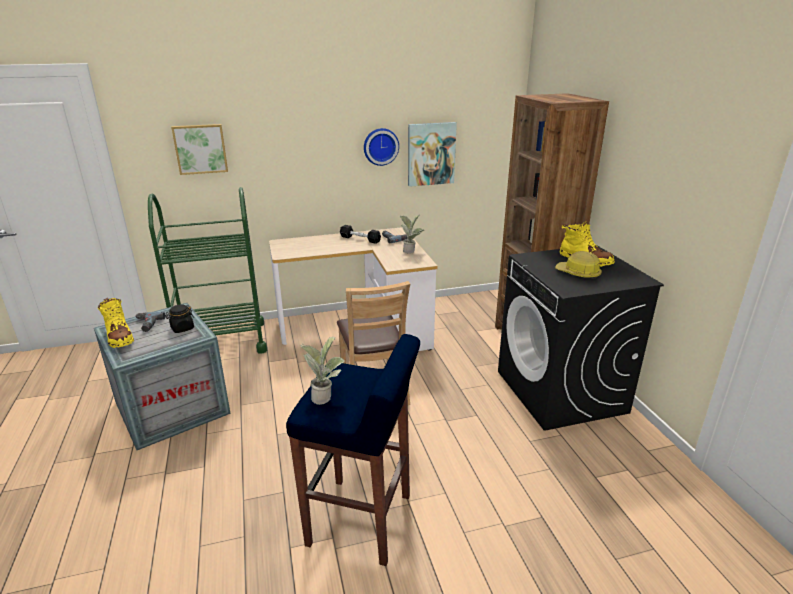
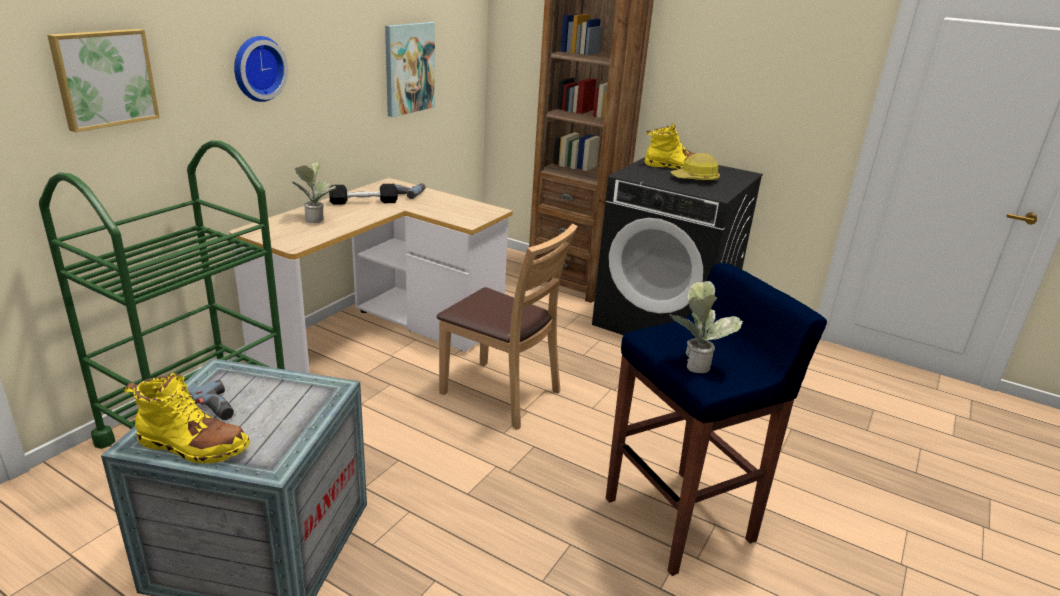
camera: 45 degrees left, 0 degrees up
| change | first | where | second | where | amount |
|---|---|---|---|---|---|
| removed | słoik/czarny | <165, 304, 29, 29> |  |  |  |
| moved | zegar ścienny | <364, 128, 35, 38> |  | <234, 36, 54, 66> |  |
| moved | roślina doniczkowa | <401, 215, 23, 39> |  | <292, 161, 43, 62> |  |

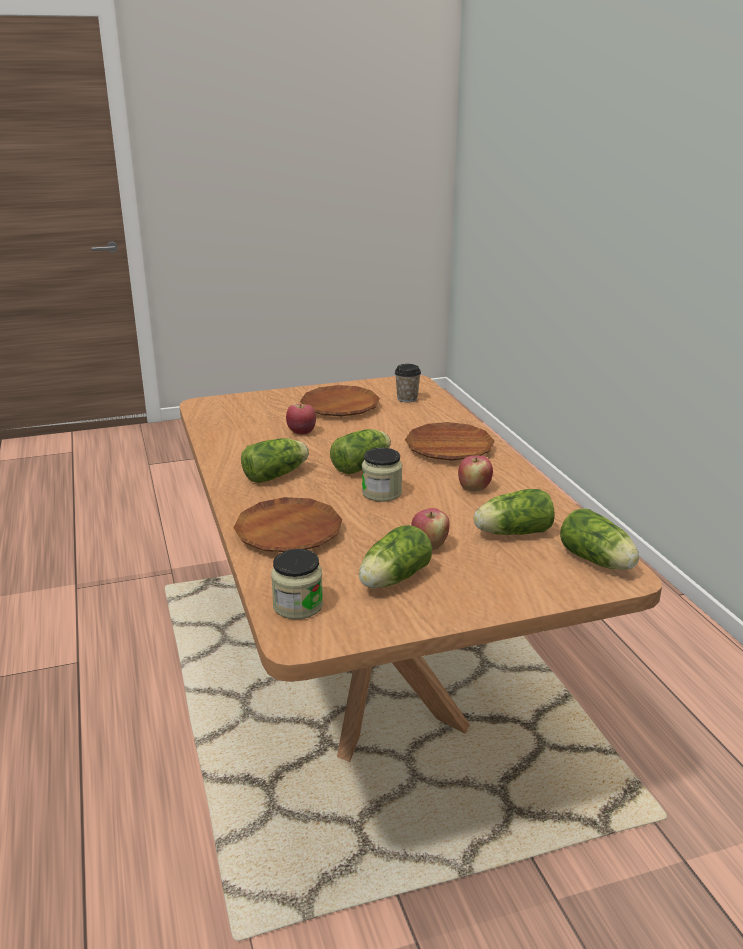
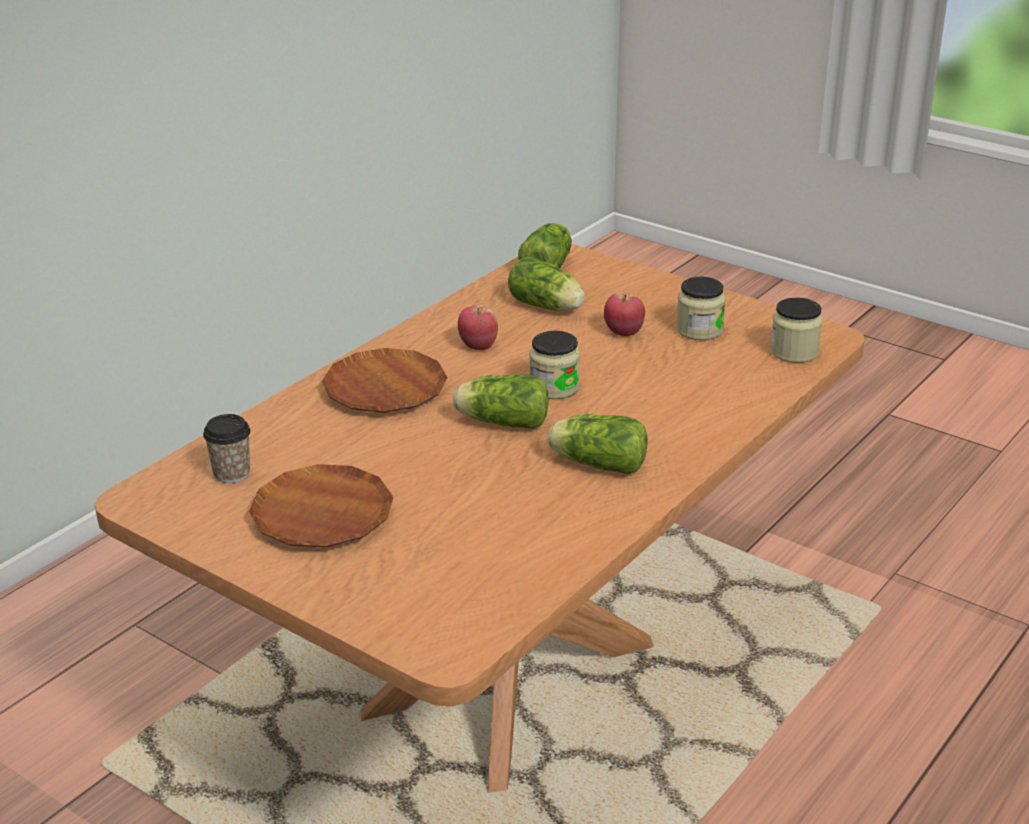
camera: 125 degrees left, 5 degrees up
| change | first | where | second | where | amount |
|---|---|---|---|---|---|
| removed | talerz/brązowy | <233, 497, 110, 55> |  |  |  |
| removed | jabłko | <286, 403, 30, 32> |  |  |  |
| replaced | sałata | <359, 525, 73, 64> | słoik | <676, 277, 50, 63> |  |

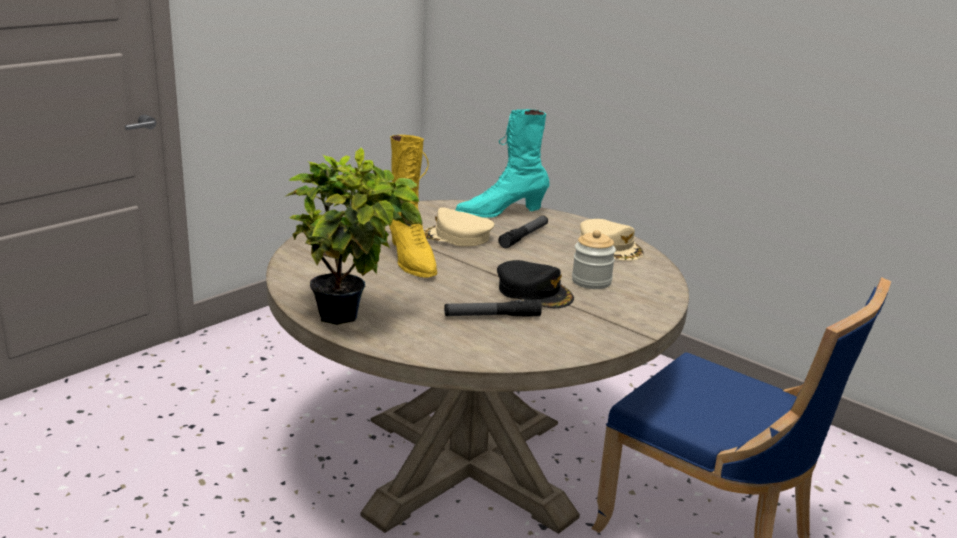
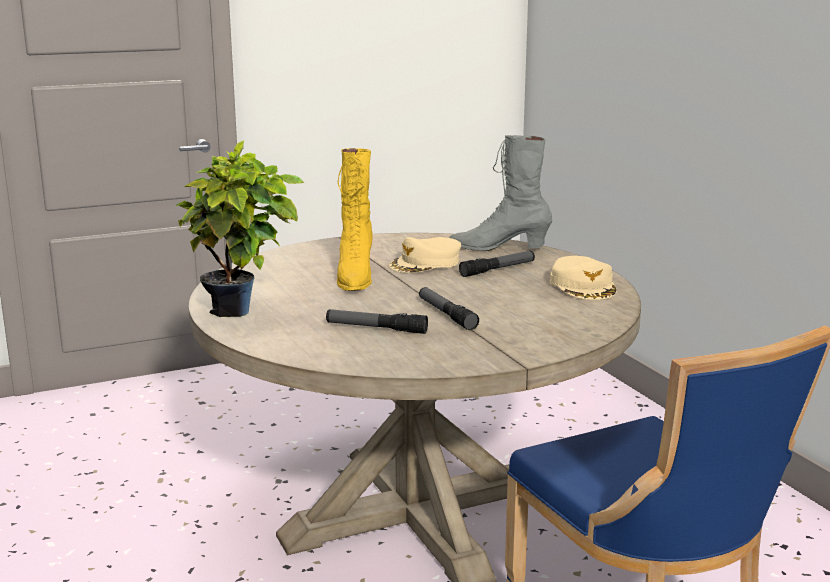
camera: 25 degrees right, 5 degrees down
| change | first | where | second | where | amount |
|---|---|---|---|---|---|
| removed | słoik | <572, 230, 44, 59> |  |  |  |
| replaced | czapka z daszkiem/czarny | <497, 260, 77, 48> | latarka | <419, 287, 60, 43> |  |
| recoloured | but z cholewką/turkusowy | <455, 109, 94, 109> | but z cholewką/szary | <449, 135, 103, 116> |  |
| turned | czapka z daszkiem/beżowy | <424, 207, 71, 40> |  | <389, 237, 72, 36> | 75 degrees counterclockwise |

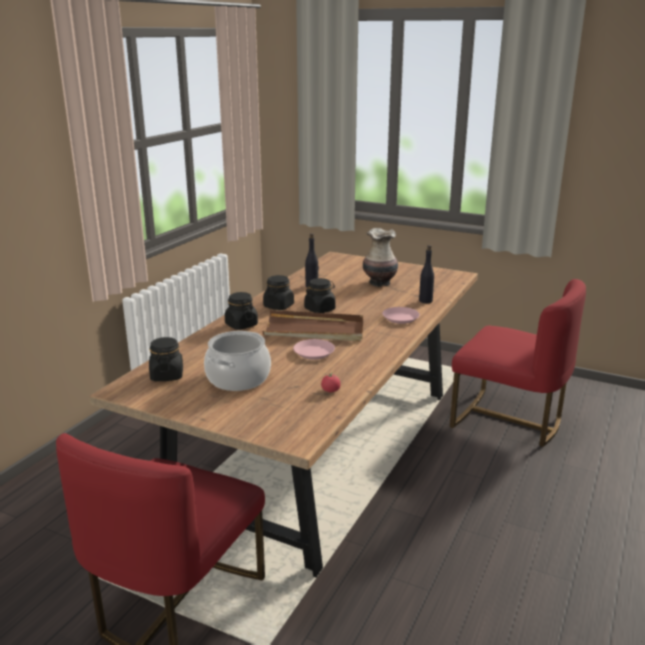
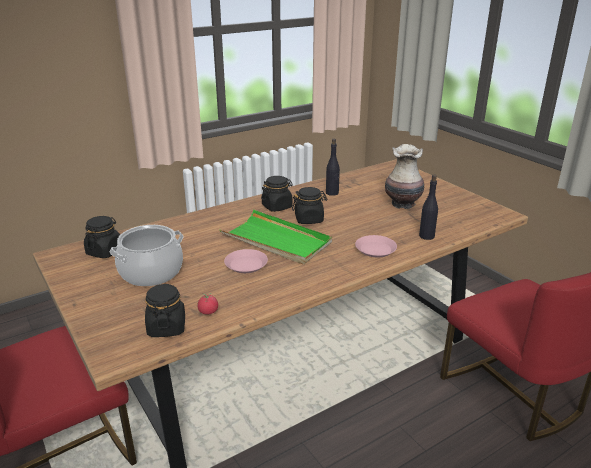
camera: 30 degrees right, 5 degrees up
| change | first | where | second | where | amount |
|---|---|---|---|---|---|
| moved | słoik/czarny | <225, 292, 33, 38> |  | <145, 284, 40, 53> |  |
| recoloured | taca/brązowy | <262, 310, 101, 31> | taca/zielony | <220, 210, 112, 55> |  |

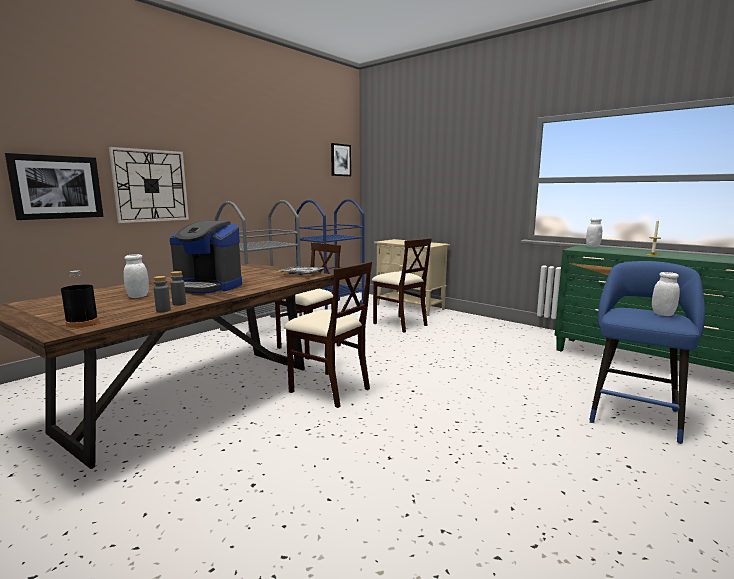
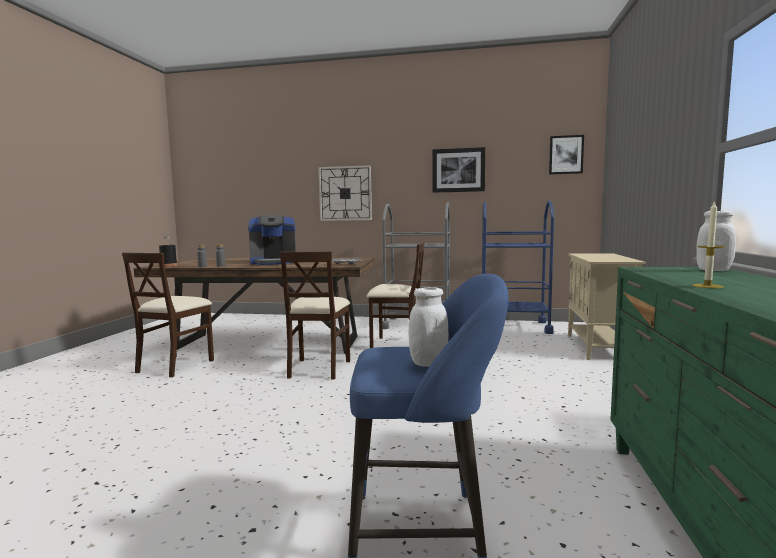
camera: 60 degrees right, 5 degrees down
| change | first | where | second | where | amount |
|---|---|---|---|---|---|
| removed | słoik/biały | <124, 254, 25, 44> |  |  |  |
| moved | obraz | <5, 153, 99, 67> |  | <432, 147, 53, 46> |  |
| moved | krzesło/beżowy | <372, 238, 60, 95> |  | <122, 252, 92, 125> |  |
| turned | ekspres do kawy | <170, 221, 72, 73> |  | <248, 215, 48, 50> | 90 degrees counterclockwise |

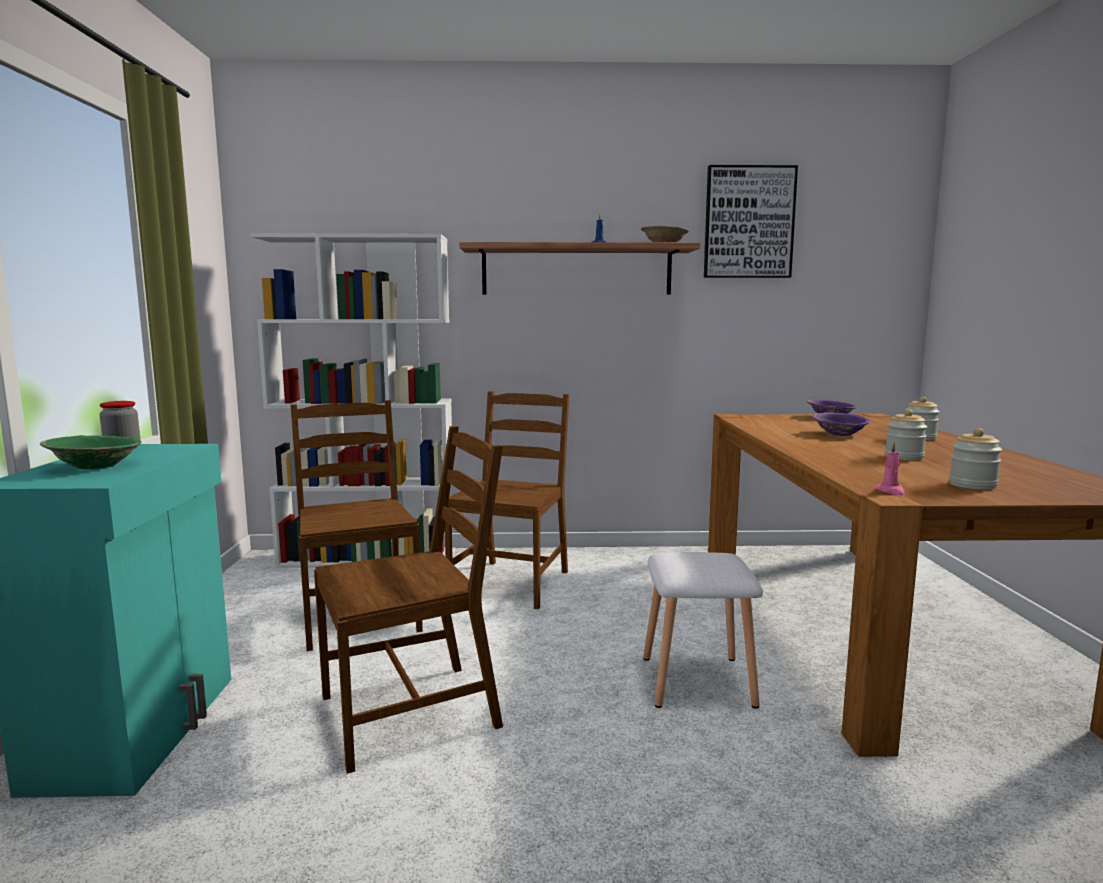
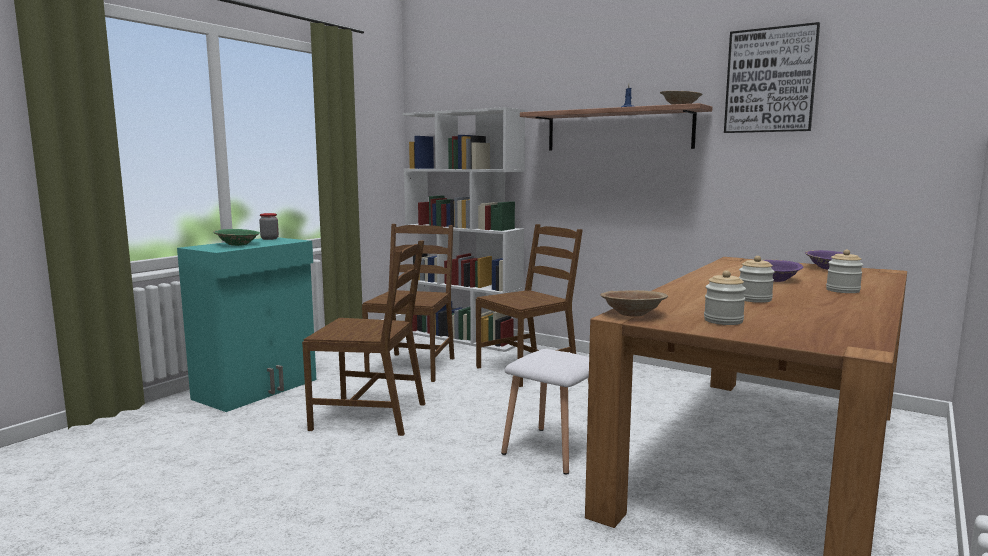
camera: 35 degrees right, 0 degrees up
| change | first | where | second | where | amount |
|---|---|---|---|---|---|
| replaced | świeca/różowy | <874, 442, 31, 53> | miska/brązowy | <600, 290, 68, 27> |  |

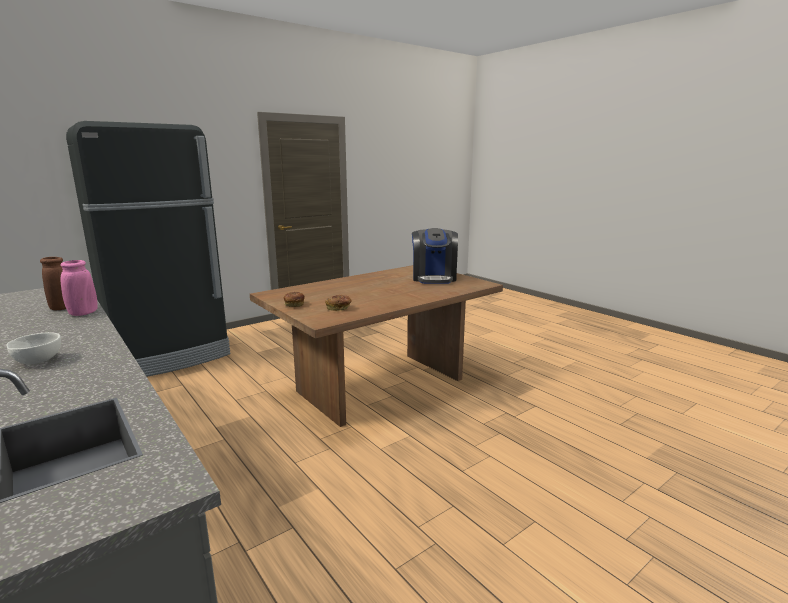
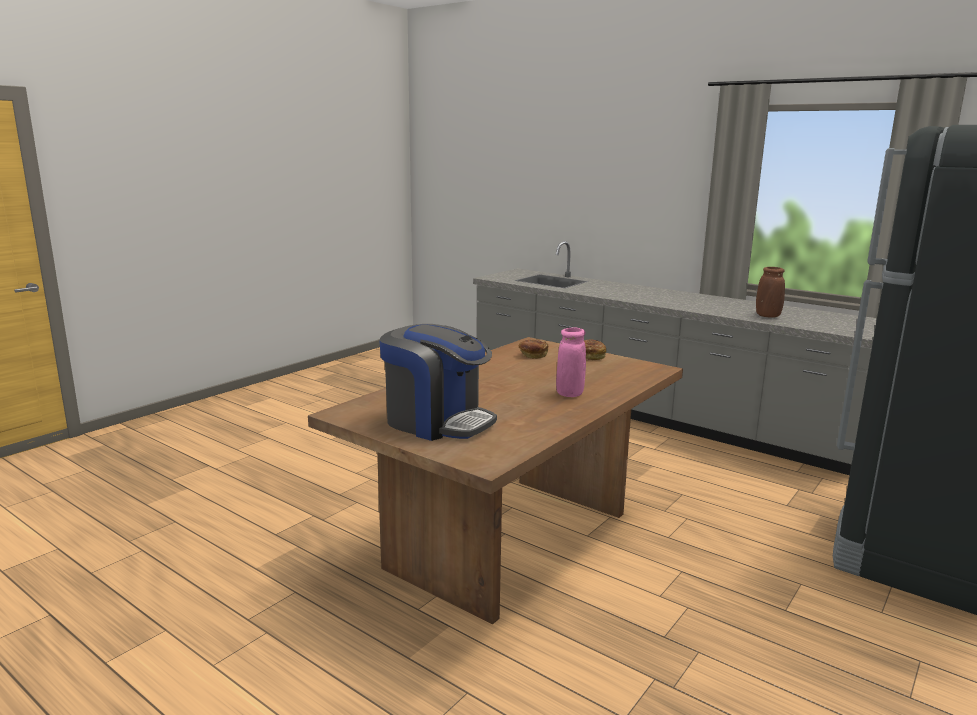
camera: 165 degrees right, 0 degrees up
| change | first | where | second | where | amount |
|---|---|---|---|---|---|
| removed | miska/biały | <7, 332, 54, 32> |  |  |  |
| moved | wazon/różowy | <60, 260, 38, 56> |  | <556, 327, 30, 70> |  |
| turned | ekspres do kawy | <412, 228, 46, 56> |  | <379, 324, 118, 117> | 135 degrees clockwise |

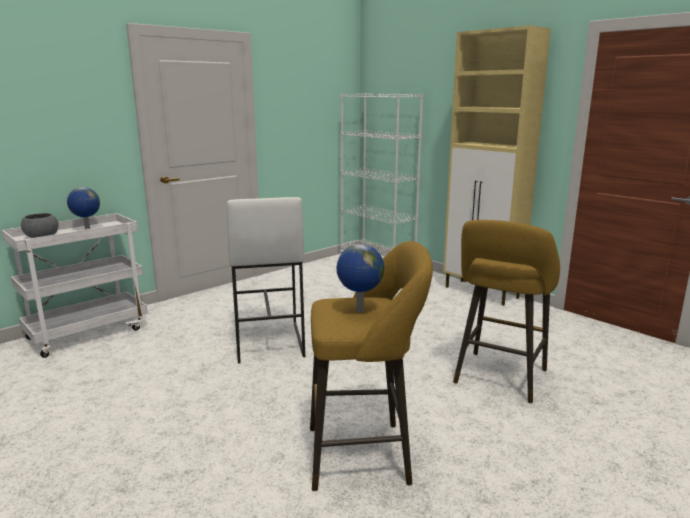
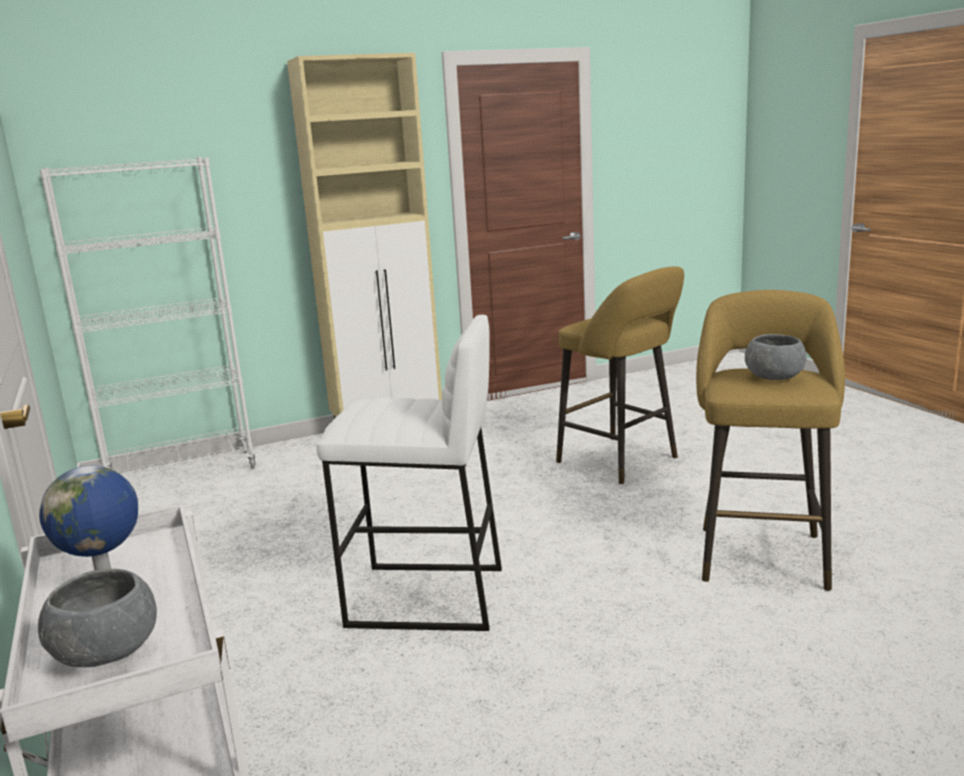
camera: 70 degrees left, 0 degrees up
| change | first | where | second | where | amount |
|---|---|---|---|---|---|
| replaced | globus | <336, 244, 48, 69> | miska/szary | <745, 334, 61, 46> |  |

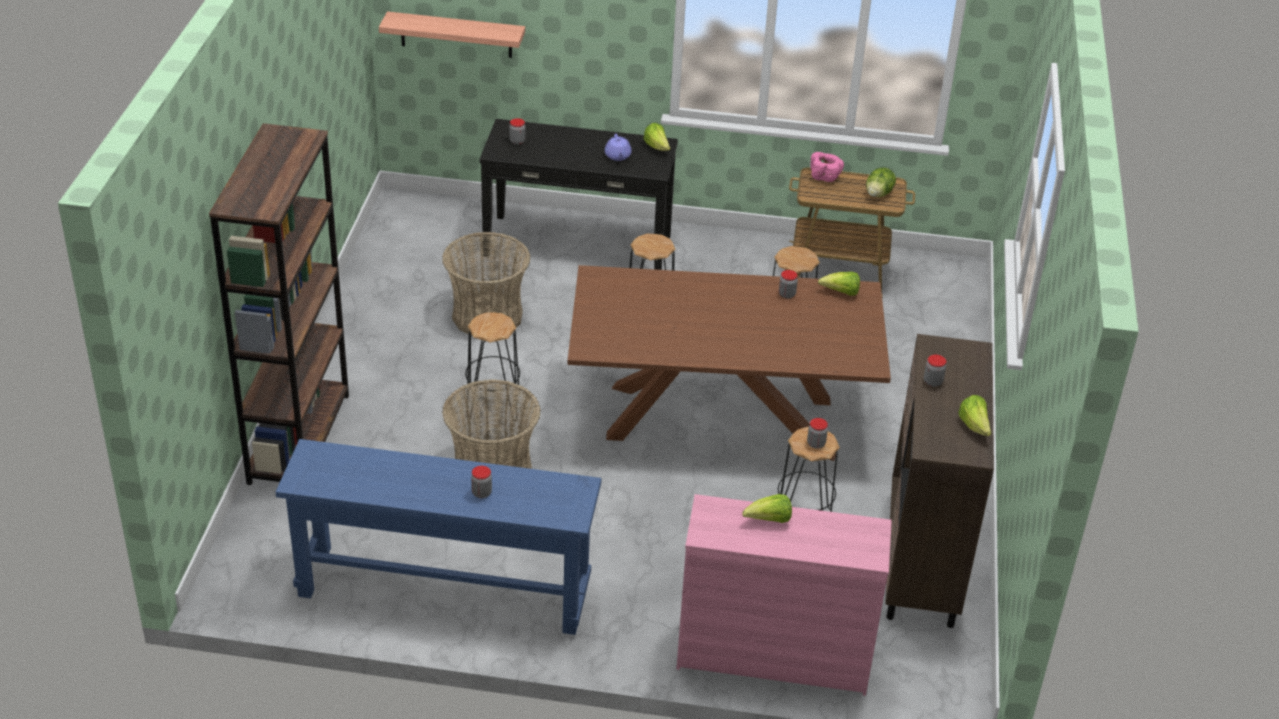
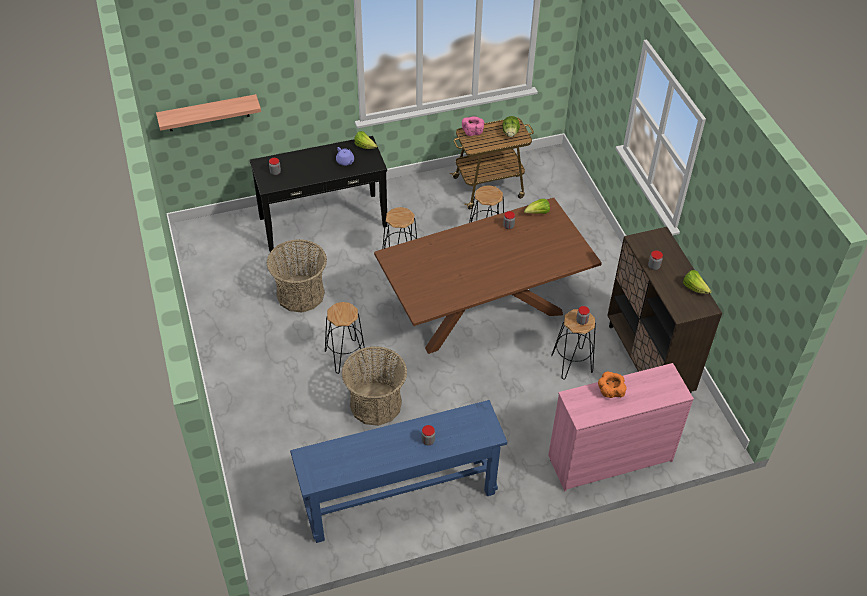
camera: 25 degrees left, 10 degrees up
| change | first | where | second | where | amount |
|---|---|---|---|---|---|
| removed | regał/brązowy | <209, 123, 140, 362> |  |  |  |
| replaced | sałata | <742, 494, 50, 29> | miska/pomarańczowy | <598, 372, 29, 26> |  |

